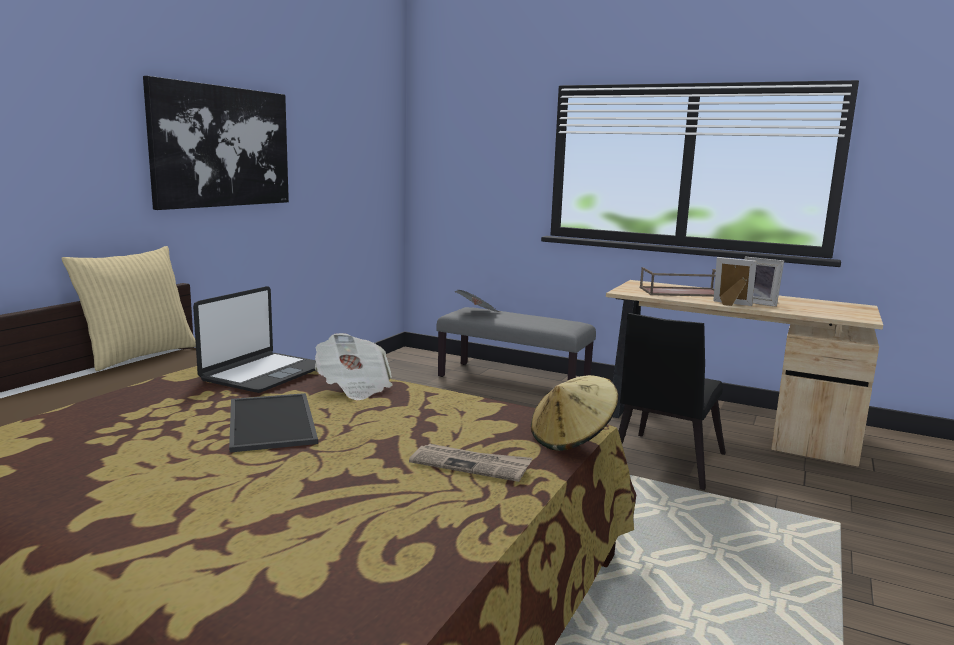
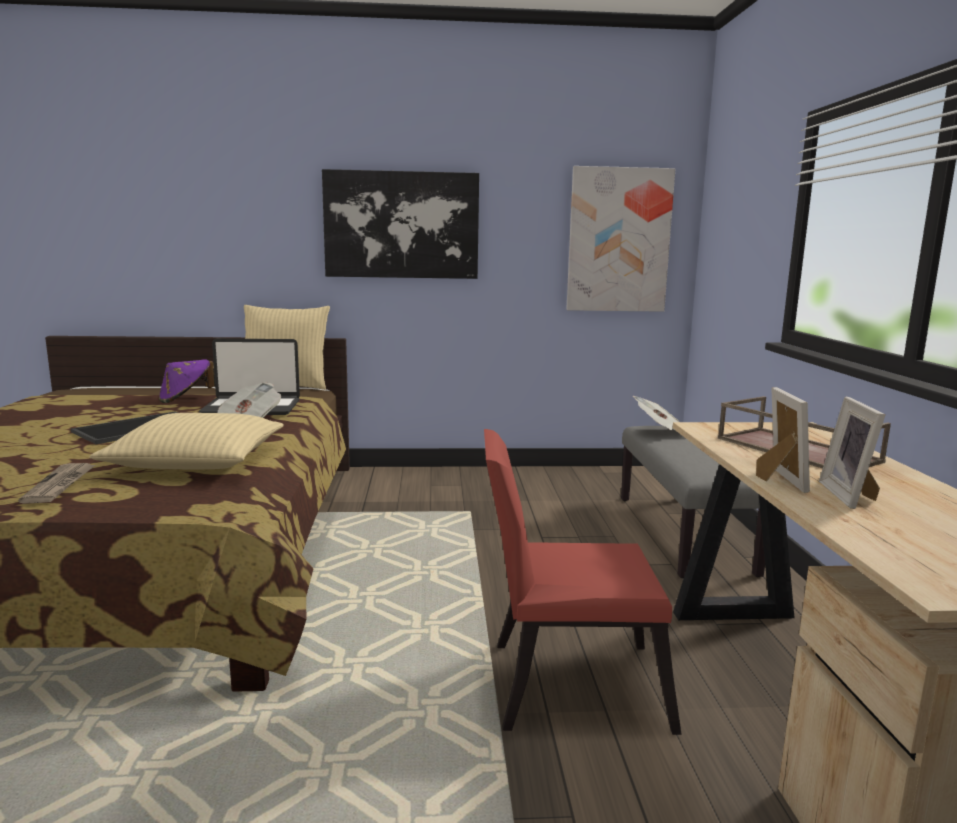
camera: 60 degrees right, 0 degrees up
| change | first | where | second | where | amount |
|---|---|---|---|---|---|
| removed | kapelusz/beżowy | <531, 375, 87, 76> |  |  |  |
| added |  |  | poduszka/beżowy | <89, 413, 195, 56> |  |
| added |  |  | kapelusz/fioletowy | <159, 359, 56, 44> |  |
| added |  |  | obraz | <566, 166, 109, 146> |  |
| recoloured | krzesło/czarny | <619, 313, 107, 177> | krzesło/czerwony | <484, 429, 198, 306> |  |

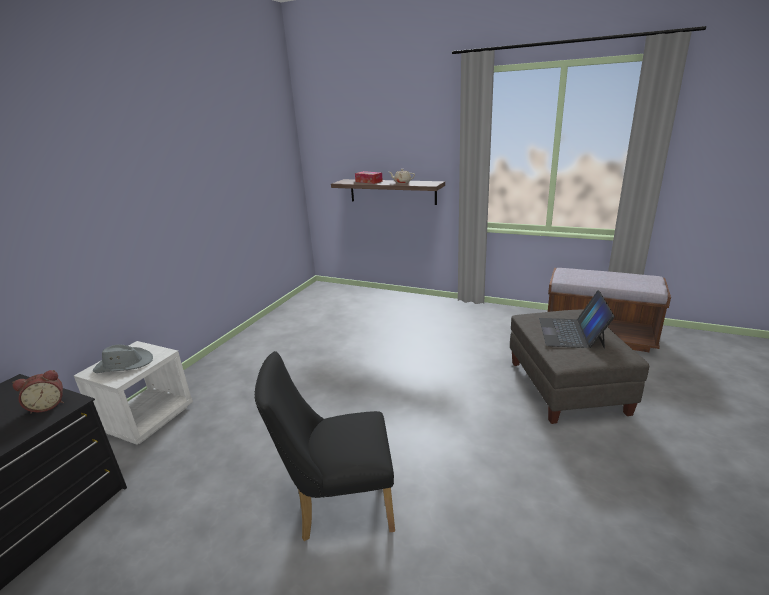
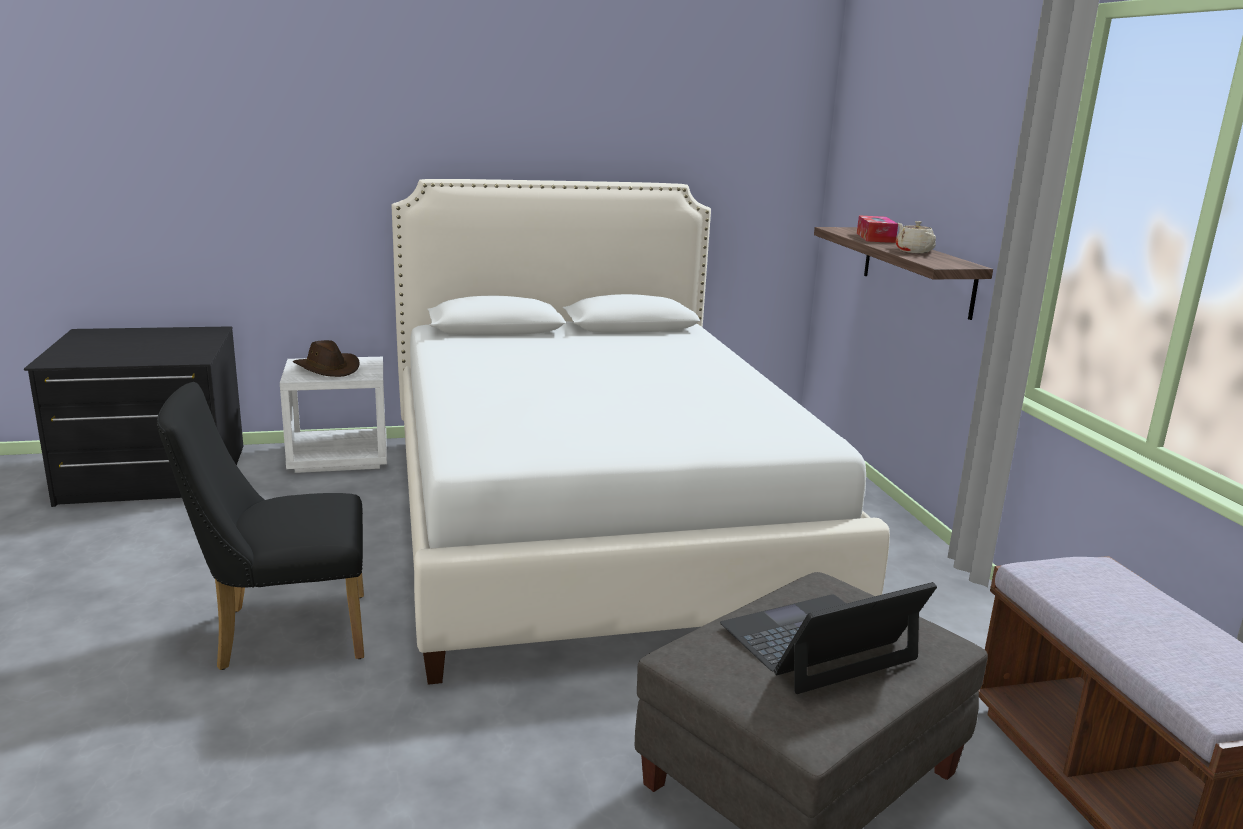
camera: 50 degrees right, 5 degrees down
| change | first | where | second | where | amount |
|---|---|---|---|---|---|
| removed | budzik | <12, 370, 52, 43> |  |  |  |
| added |  |  | łóżko/biały | <392, 179, 498, 506> |  |
| recoloured | kapelusz/szary | <93, 344, 60, 29> | kapelusz/brązowy | <293, 340, 66, 37> |  |
| turned | krzesło/czarny | <254, 351, 141, 190> |  | <157, 382, 207, 288> | 60 degrees counterclockwise |

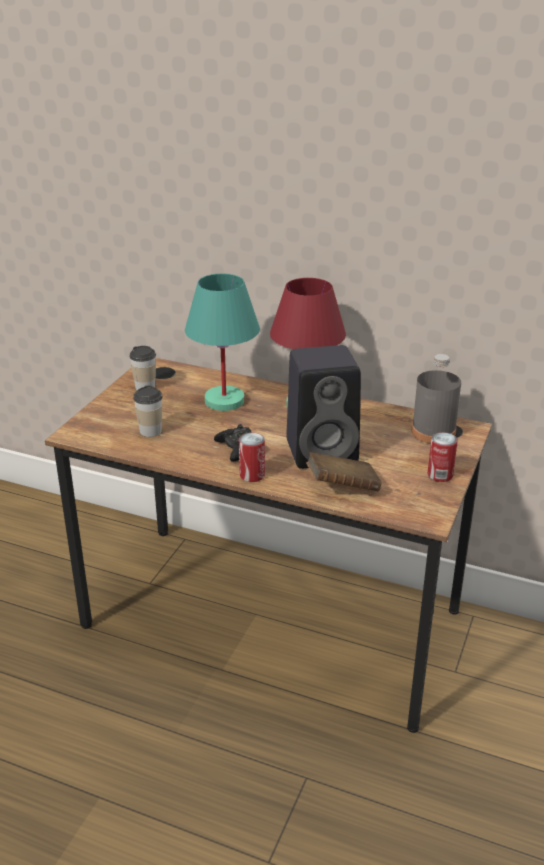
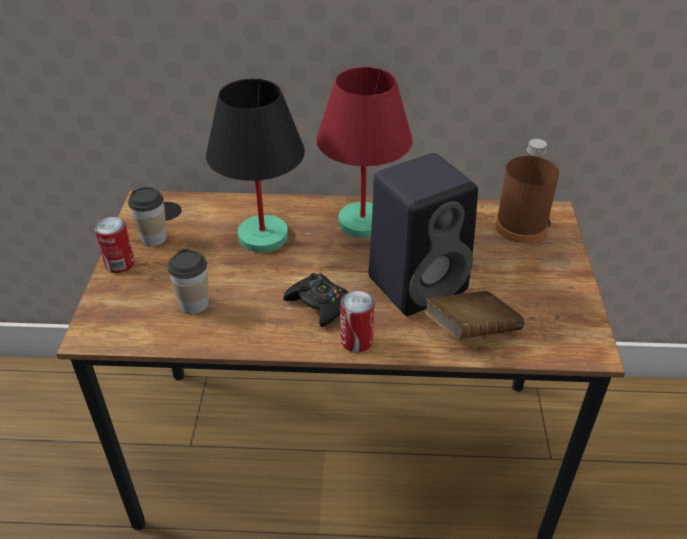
camera: 20 degrees left, 10 degrees up
| change | first | where | second | where | amount |
|---|---|---|---|---|---|
| moved | puszka | <427, 432, 31, 50> |  | <94, 217, 41, 56> |  |
| recoloured | lampa stołowa/turkusowy | <185, 274, 75, 137> | lampa stołowa/czarny | <206, 79, 99, 173> |  |
| recoloured | butelka/szary | <412, 354, 49, 90> | butelka/brązowy | <495, 139, 64, 105> |  |

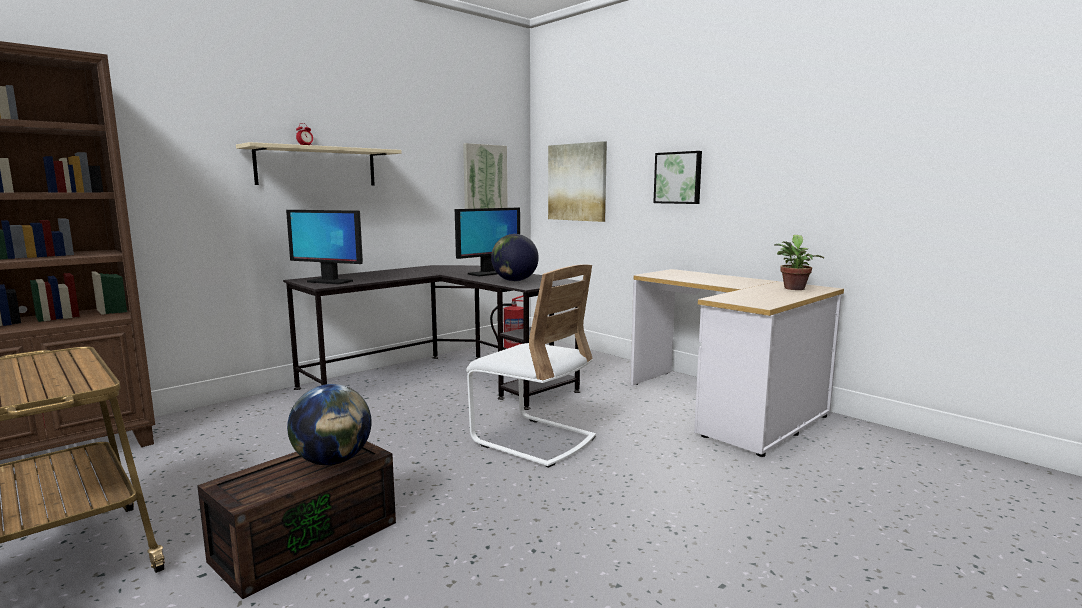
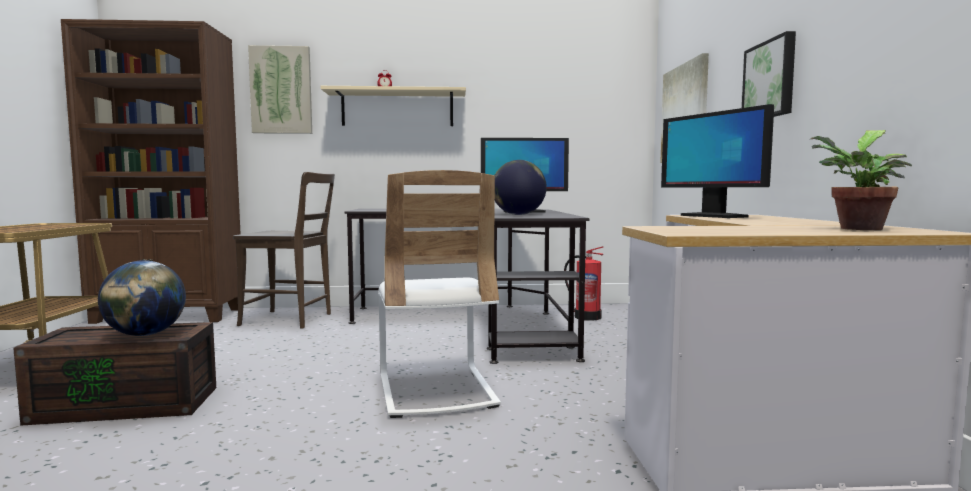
camera: 40 degrees right, 5 degrees down
| change | first | where | second | where | amount |
|---|---|---|---|---|---|
| added |  |  | krzesło/brązowy | <233, 172, 102, 157> |  |
| moved | monitor | <286, 210, 77, 74> |  | <661, 104, 113, 114> |  |
| moved | obraz | <463, 143, 45, 66> |  | <248, 45, 64, 89> |  |

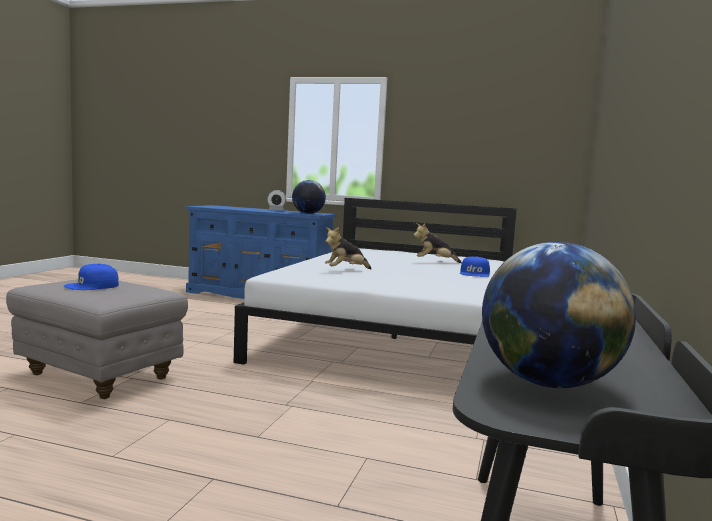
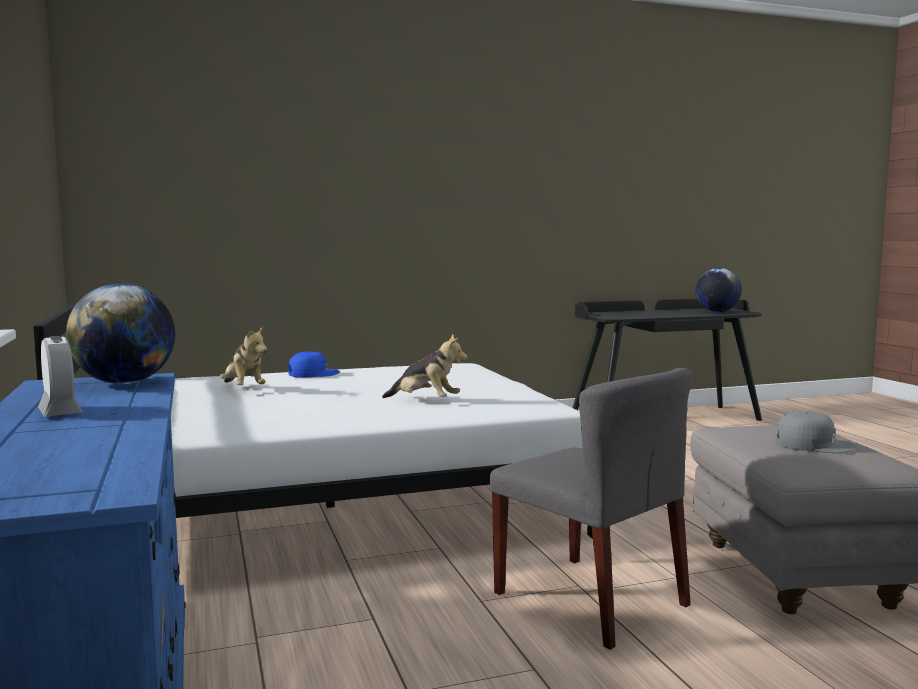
camera: 125 degrees left, 0 degrees up
| change | first | where | second | where | amount |
|---|---|---|---|---|---|
| added |  |  | krzesło/szary | <490, 368, 203, 282> |  |
| recoloured | czapka z daszkiem/niebieski | <64, 264, 55, 26> | czapka z daszkiem/szary | <776, 411, 80, 42> |  |

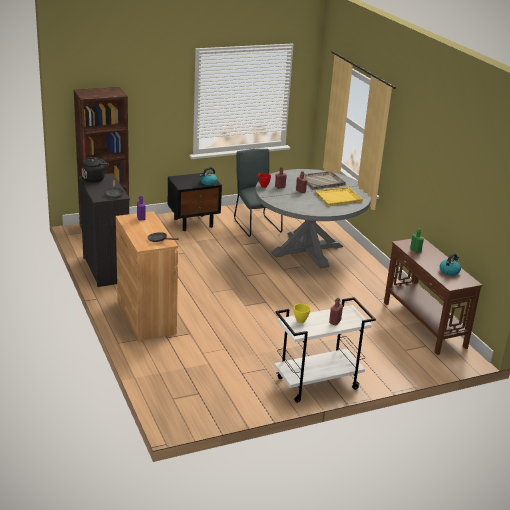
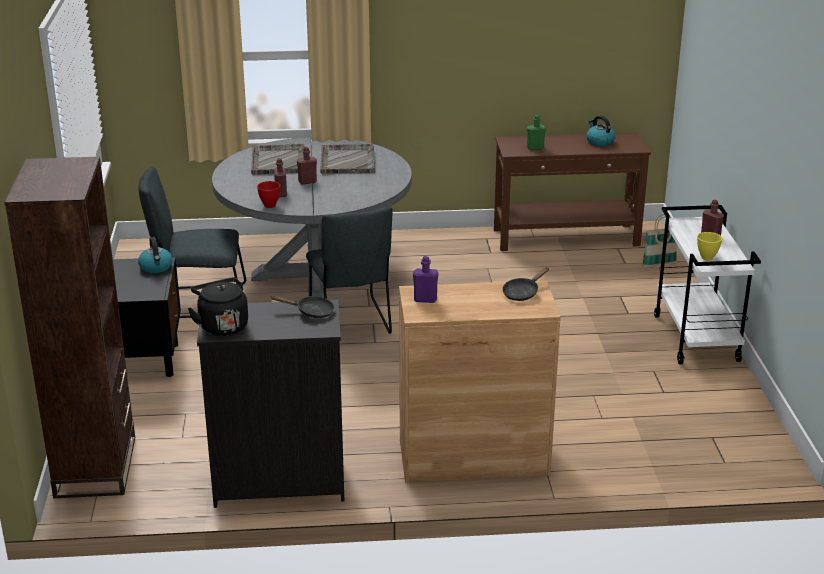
camera: 70 degrees left, 0 degrees up
| change | first | where | second | where | amount |
|---|---|---|---|---|---|
| added |  |  | krzesło/szary | <306, 207, 87, 127> |  |
| added |  |  | koszyk | <642, 214, 35, 54> |  |
| recoloured | taca/żółty | <315, 187, 48, 19> | taca/szary | <320, 143, 55, 31> |  |

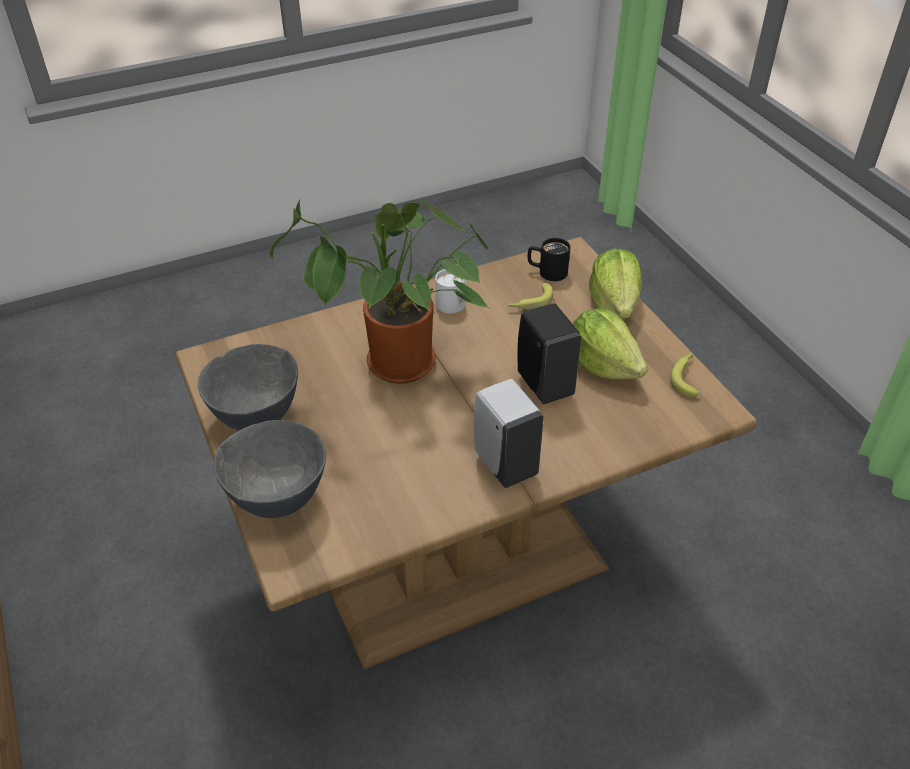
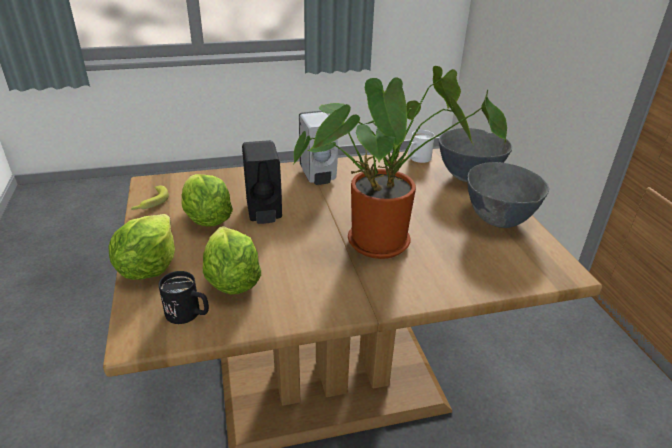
camera: 170 degrees left, 10 degrees down
| change | first | where | second | where | amount |
|---|---|---|---|---|---|
| moved | kubek/biały | <435, 269, 32, 45> |  | <408, 130, 27, 33> |  |
| replaced | banan | <508, 283, 45, 26> | sałata | <203, 226, 58, 69> |  |

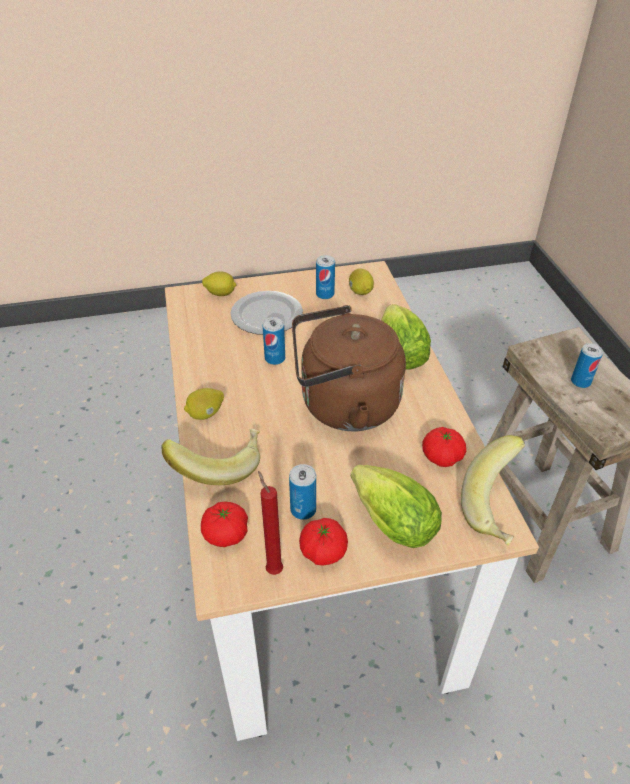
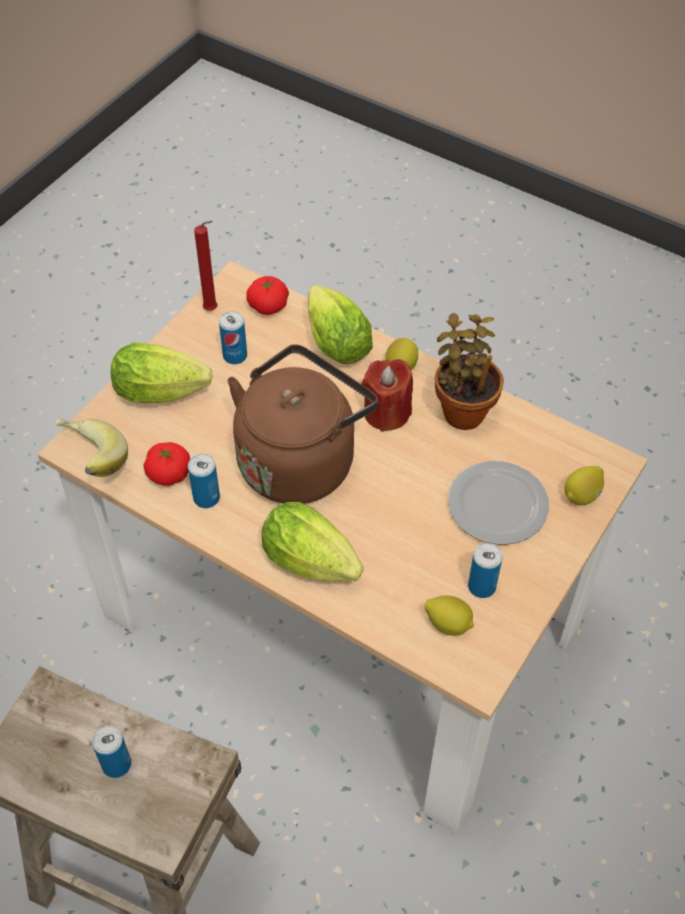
camera: 135 degrees right, 10 degrees up
| change | first | where | second | where | amount |
|---|---|---|---|---|---|
| removed | pomidor | <299, 518, 49, 48> |  |  |  |
| added |  |  | świeca/czerwony | <361, 359, 52, 73> |  |
| added |  |  | roślina doniczkowa | <435, 313, 69, 117> |  |
| moved | puszka | <262, 317, 23, 48> |  | <188, 454, 32, 54> |  |
| replaced | banan | <161, 429, 99, 56> | sałata | <308, 285, 65, 80> |  |

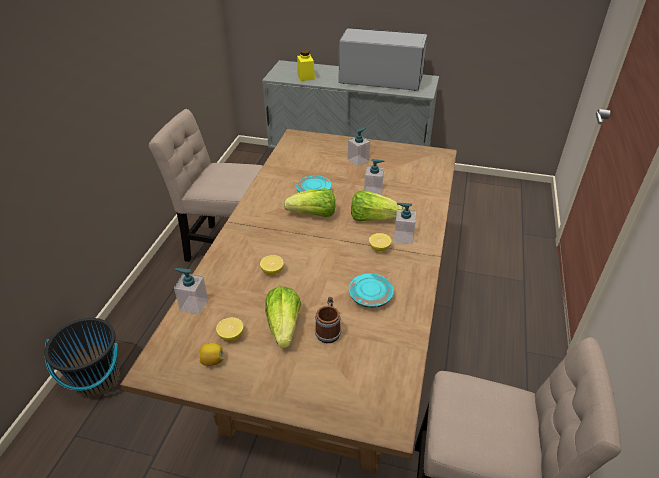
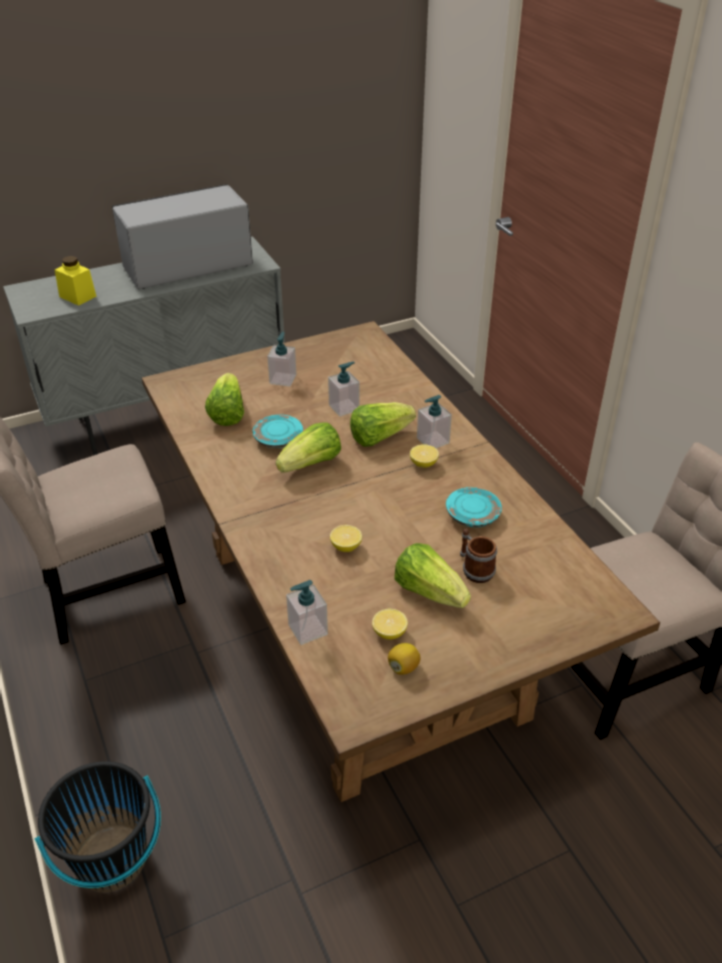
camera: 40 degrees left, 0 degrees up
| change | first | where | second | where | amount |
|---|---|---|---|---|---|
| added |  |  | sałata | <205, 373, 39, 53> |  |

